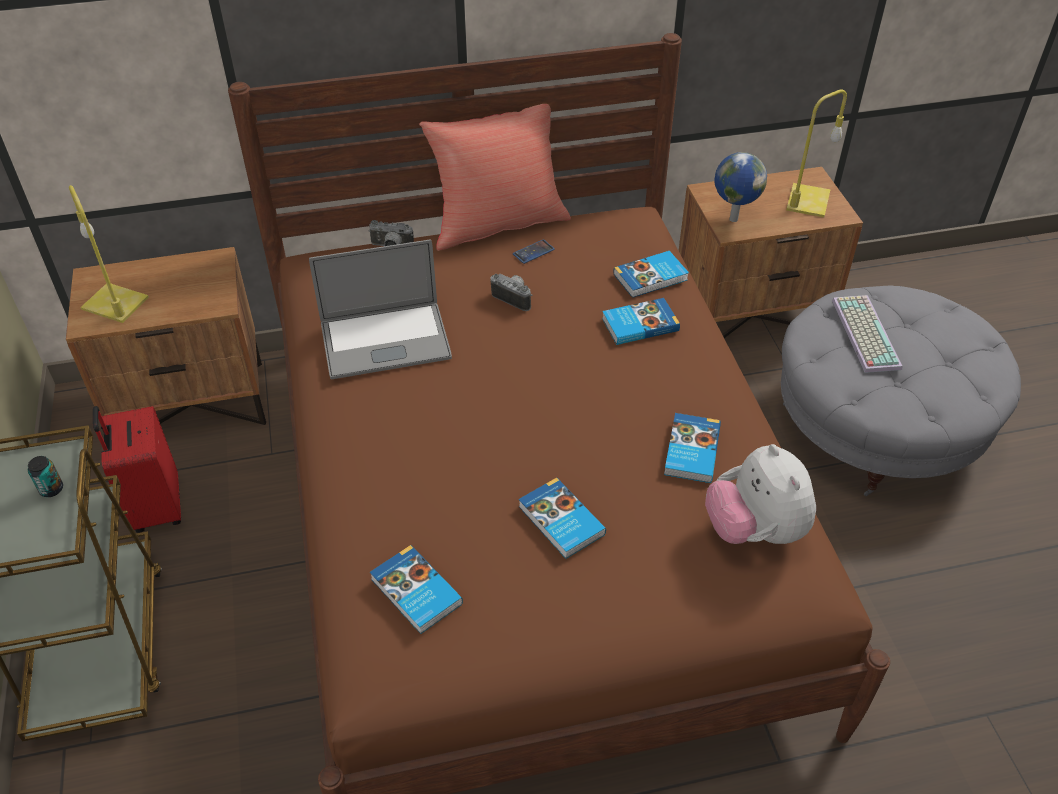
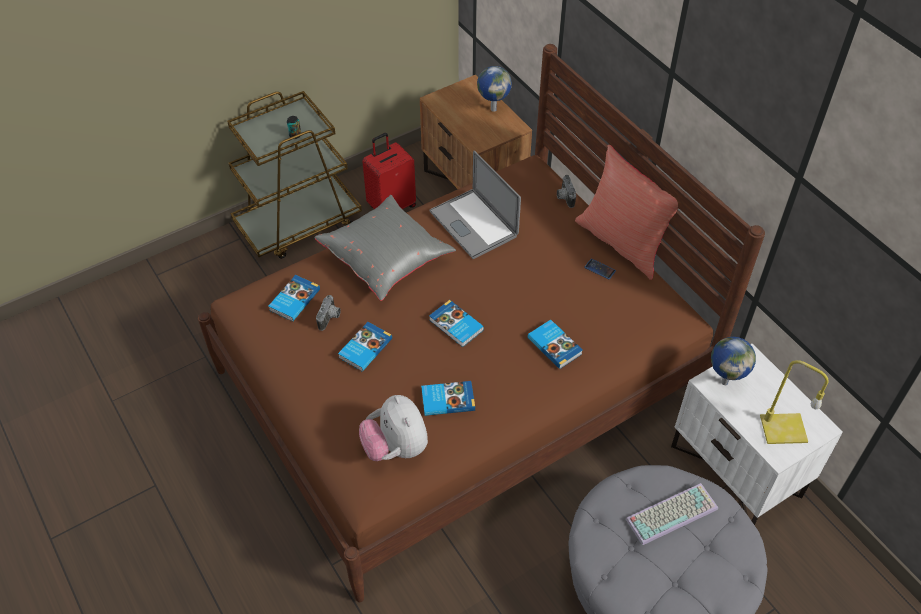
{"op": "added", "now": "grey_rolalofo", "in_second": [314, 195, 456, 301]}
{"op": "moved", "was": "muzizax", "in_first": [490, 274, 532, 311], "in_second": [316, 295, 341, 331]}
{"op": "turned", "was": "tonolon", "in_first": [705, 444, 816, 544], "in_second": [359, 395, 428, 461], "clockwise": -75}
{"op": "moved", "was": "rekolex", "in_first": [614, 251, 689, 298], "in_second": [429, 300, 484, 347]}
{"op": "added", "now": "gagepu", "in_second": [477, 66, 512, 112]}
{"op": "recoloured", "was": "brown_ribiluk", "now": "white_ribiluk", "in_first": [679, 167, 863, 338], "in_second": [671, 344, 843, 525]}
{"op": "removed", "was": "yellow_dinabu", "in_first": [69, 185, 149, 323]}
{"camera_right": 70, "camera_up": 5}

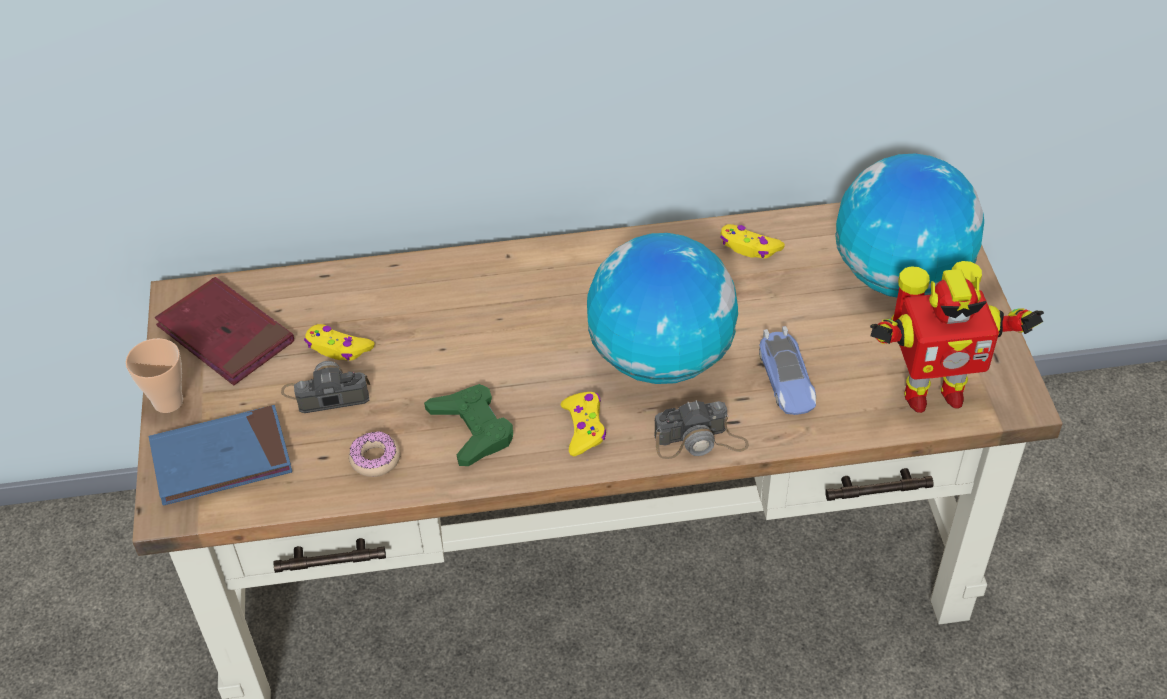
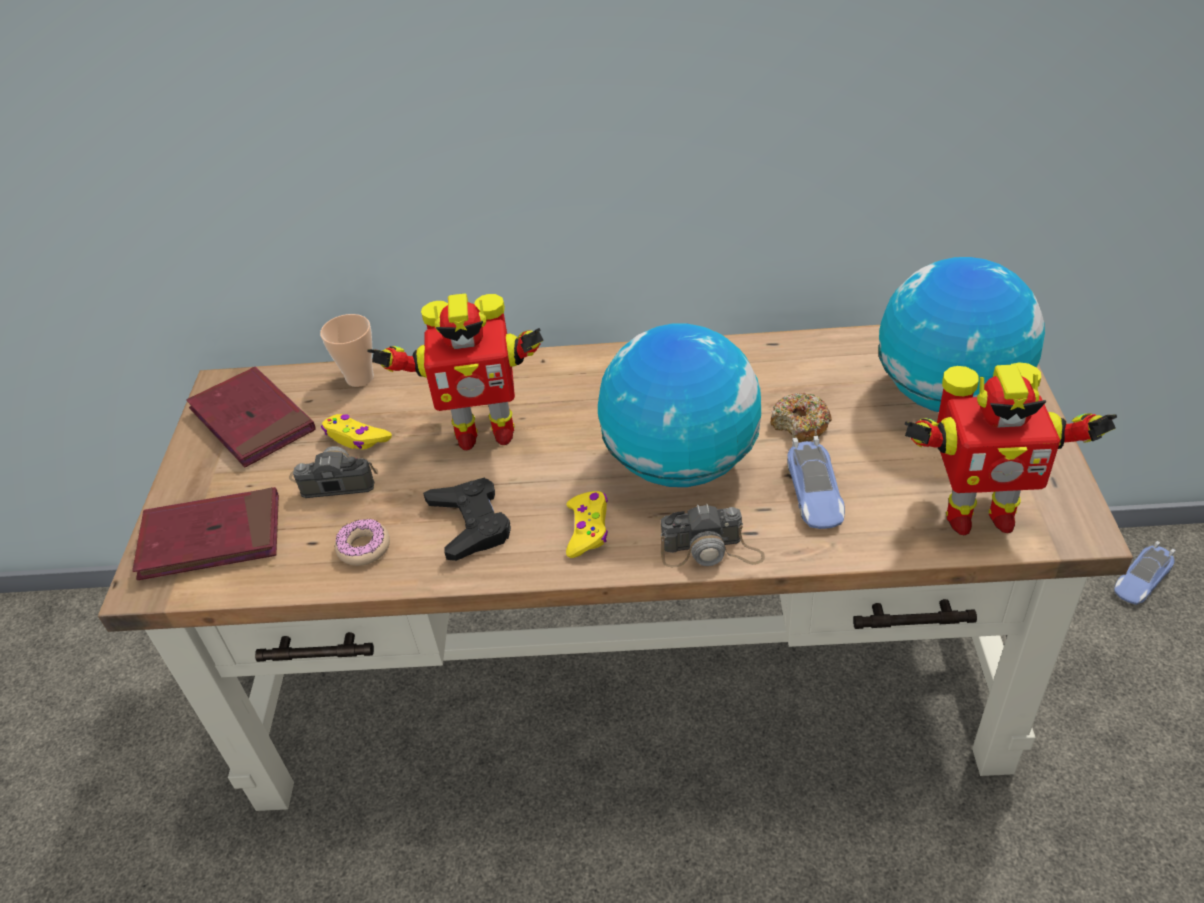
{"op": "recoloured", "was": "blue_rekolex", "now": "red_rekolex", "in_first": [149, 405, 292, 505], "in_second": [132, 487, 279, 580]}
{"op": "moved", "was": "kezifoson", "in_first": [125, 338, 183, 413], "in_second": [320, 314, 374, 387]}
{"op": "added", "now": "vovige", "in_second": [367, 293, 544, 450]}
{"op": "recoloured", "was": "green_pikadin", "now": "black_pikadin", "in_first": [424, 384, 513, 466], "in_second": [423, 478, 511, 561]}
{"op": "added", "now": "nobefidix", "in_second": [770, 393, 832, 442]}
{"op": "added", "now": "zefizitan", "in_second": [1114, 541, 1175, 605]}
{"op": "removed", "was": "yellow_pikadin", "in_first": [720, 224, 785, 258]}
{"camera_right": 10, "camera_up": -5}

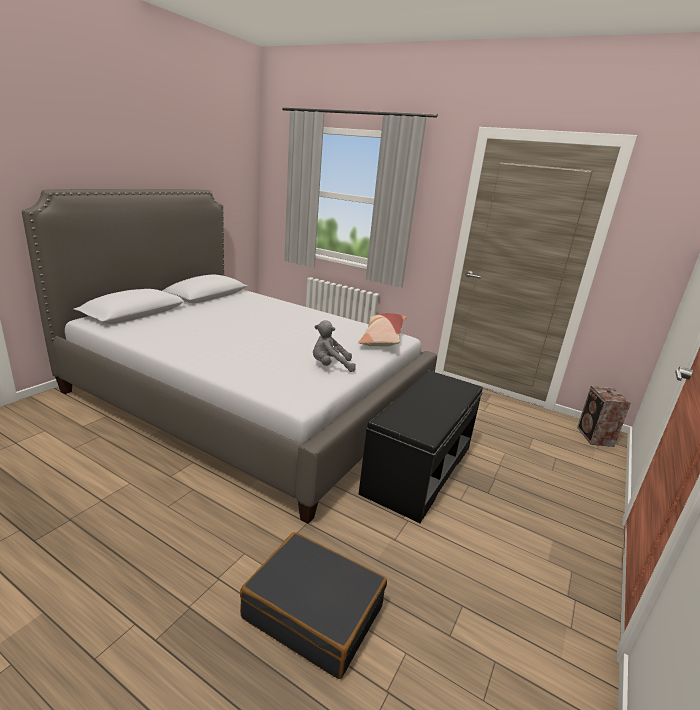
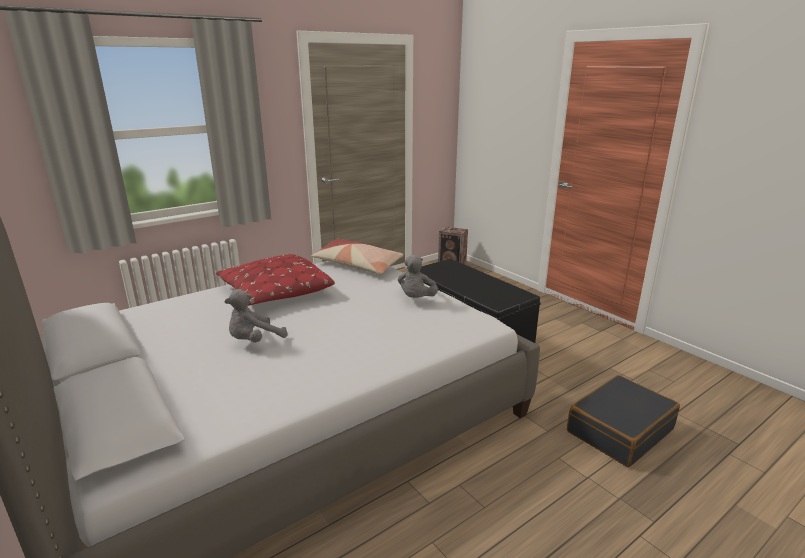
{"op": "added", "now": "red_rolalofo", "in_second": [216, 254, 335, 306]}
{"op": "added", "now": "grey_tonolon", "in_second": [225, 289, 288, 342]}
{"camera_right": -65, "camera_up": 0}

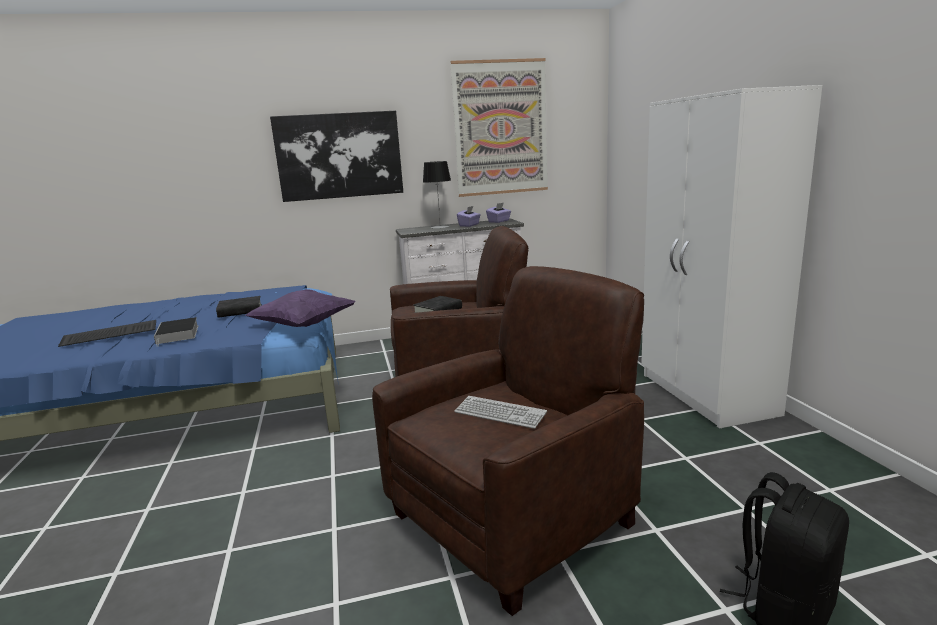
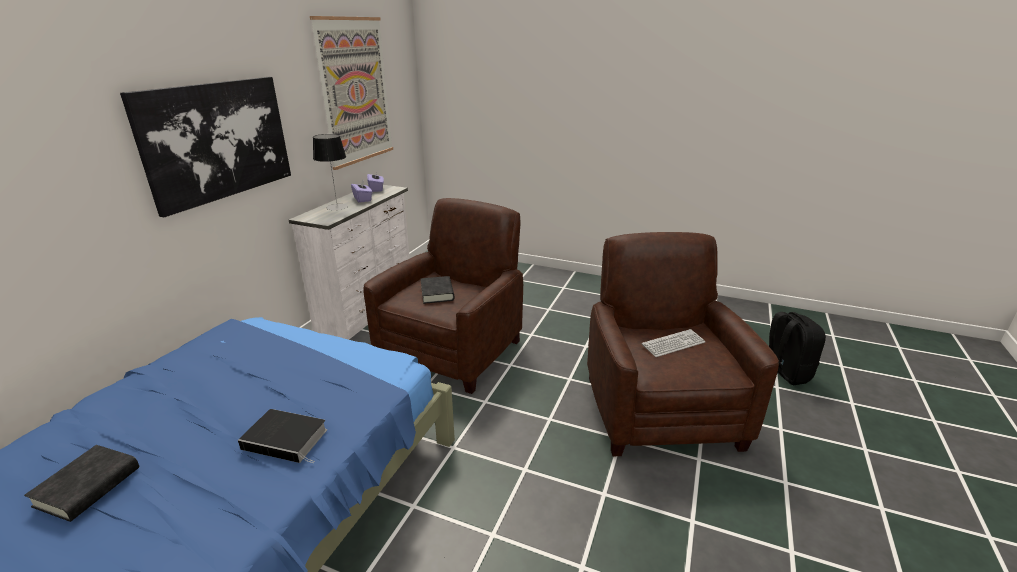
{"op": "moved", "was": "black_rekolex", "in_first": [216, 296, 262, 318], "in_second": [24, 445, 139, 522]}
{"op": "removed", "was": "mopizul", "in_first": [58, 320, 156, 347]}
{"op": "removed", "was": "purple_rolalofo", "in_first": [246, 289, 355, 327]}
{"op": "removed", "was": "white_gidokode", "in_first": [641, 85, 822, 428]}
{"camera_right": -55, "camera_up": 10}

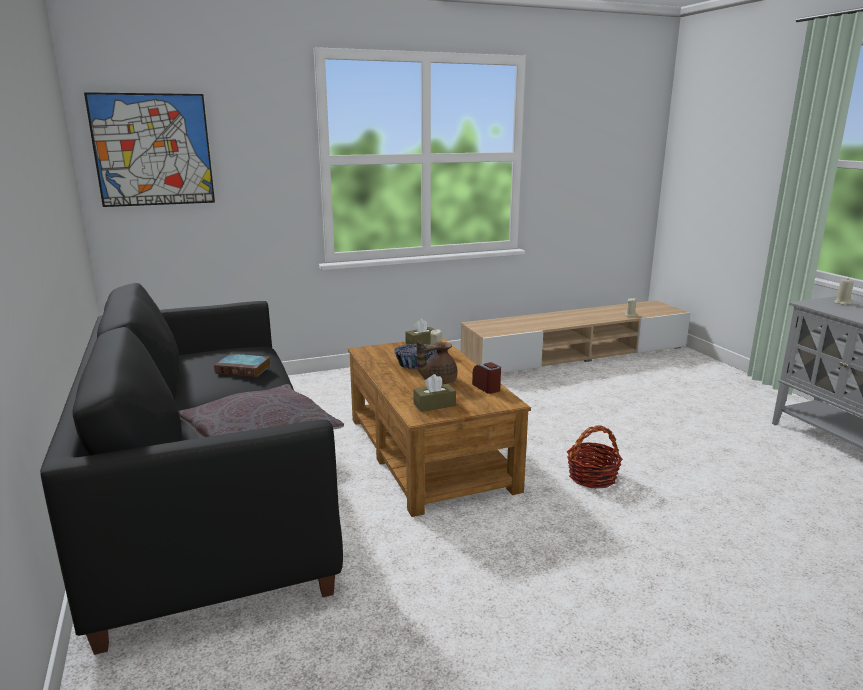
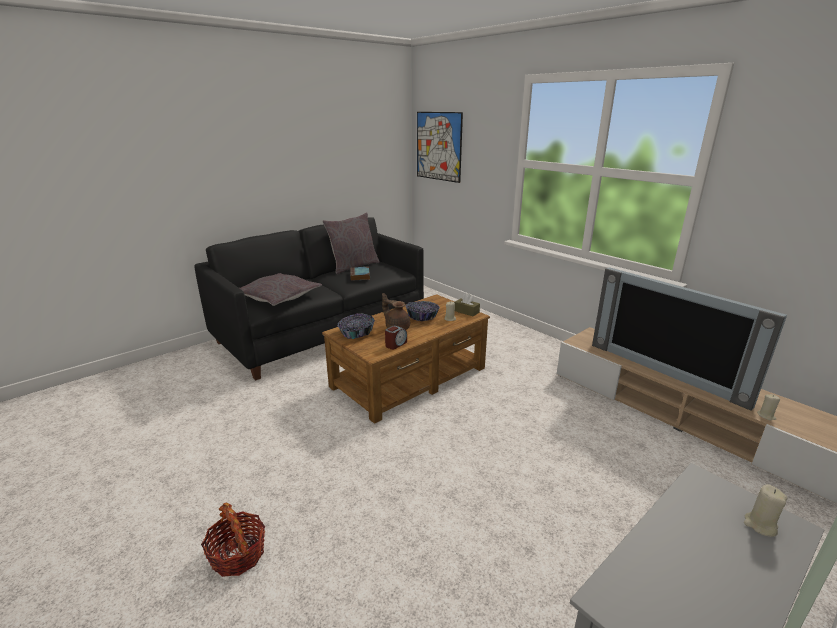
{"op": "moved", "was": "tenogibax", "in_first": [567, 425, 623, 488], "in_second": [201, 503, 265, 577]}
{"op": "added", "now": "grey_rolalofo", "in_second": [322, 212, 380, 274]}
{"op": "replaced", "was": "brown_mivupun", "now": "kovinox", "in_first": [414, 374, 456, 412], "in_second": [338, 314, 375, 339]}
{"op": "added", "now": "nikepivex", "in_second": [592, 267, 787, 410]}
{"camera_right": 70, "camera_up": 5}

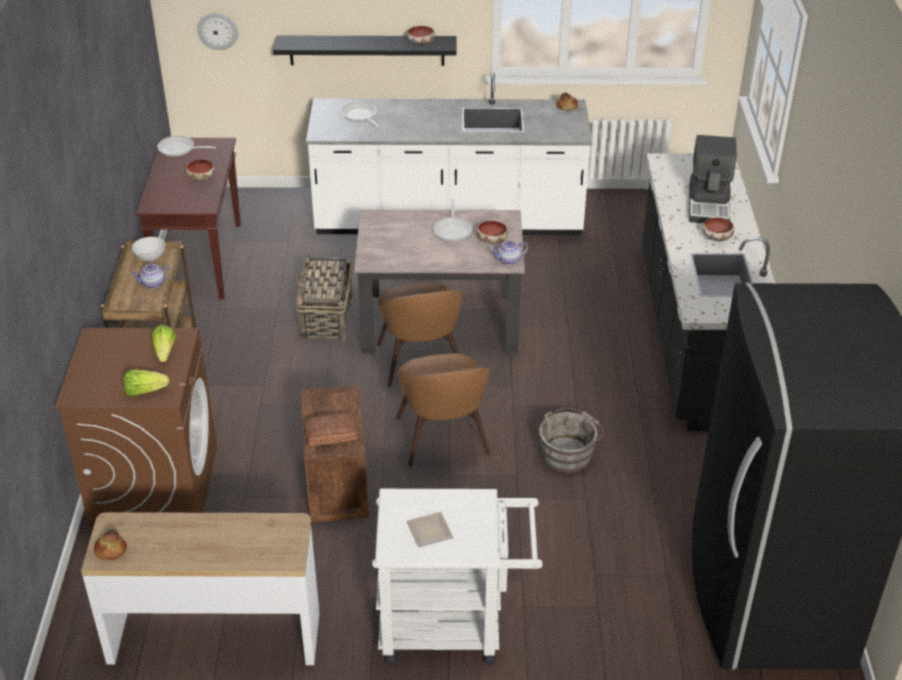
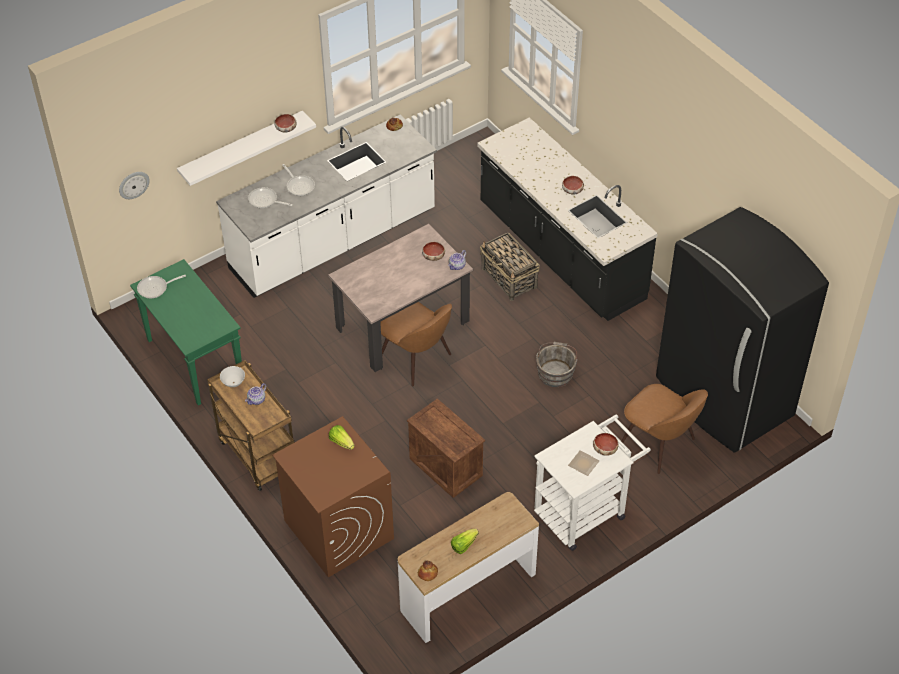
{"op": "recoloured", "was": "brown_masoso", "now": "green_masoso", "in_first": [136, 138, 241, 300], "in_second": [130, 259, 242, 406]}
{"op": "recoloured", "was": "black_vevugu", "now": "white_vevugu", "in_first": [273, 36, 457, 66], "in_second": [177, 111, 316, 186]}
{"op": "moved", "was": "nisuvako", "in_first": [433, 199, 472, 241], "in_second": [282, 164, 315, 196]}
{"op": "moved", "was": "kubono", "in_first": [123, 369, 169, 396], "in_second": [451, 529, 479, 554]}
{"op": "moved", "was": "tenogibax", "in_first": [295, 253, 352, 341], "in_second": [480, 232, 539, 301]}
{"op": "moved", "was": "kovinox", "in_first": [185, 159, 214, 181], "in_second": [593, 433, 619, 456]}
{"op": "moved", "was": "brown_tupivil", "in_first": [396, 353, 490, 467], "in_second": [621, 384, 708, 474]}
{"op": "removed", "was": "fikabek", "in_first": [305, 413, 358, 446]}
{"op": "removed", "was": "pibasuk", "in_first": [689, 135, 737, 223]}
{"camera_right": -35, "camera_up": 10}

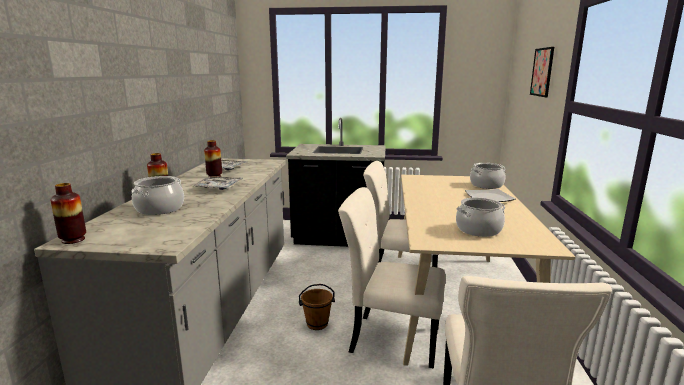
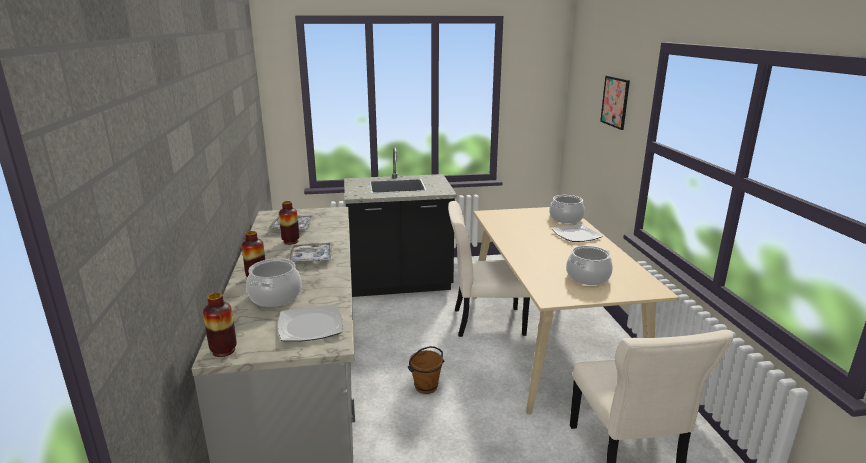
{"op": "added", "now": "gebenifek", "in_second": [278, 304, 343, 342]}
{"op": "removed", "was": "beige_tupivil", "in_first": [338, 187, 445, 369]}
{"camera_right": -15, "camera_up": 5}

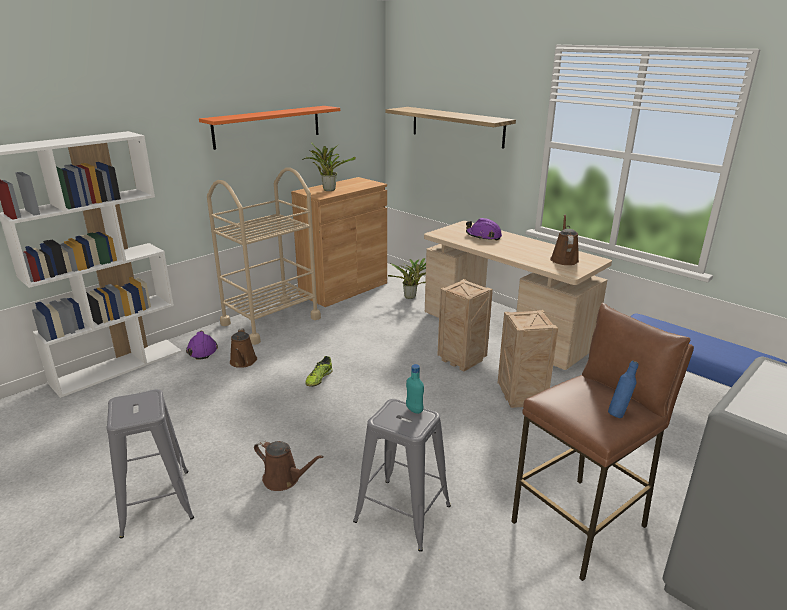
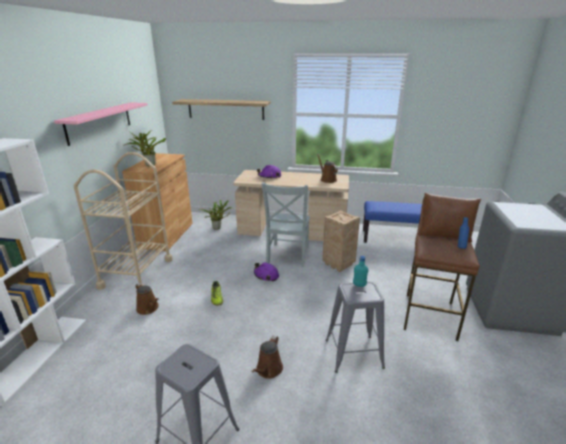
{"op": "recoloured", "was": "orange_vevugu", "now": "pink_vevugu", "in_first": [199, 106, 340, 150], "in_second": [54, 102, 148, 146]}
{"op": "turned", "was": "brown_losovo", "in_first": [254, 440, 324, 491], "in_second": [251, 335, 283, 379], "clockwise": 120}
{"op": "moved", "was": "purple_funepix", "in_first": [186, 331, 218, 359], "in_second": [254, 262, 279, 281]}
{"op": "replaced", "was": "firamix", "now": "grey_tupivil", "in_first": [437, 279, 493, 371], "in_second": [261, 182, 310, 267]}
{"camera_right": -35, "camera_up": 0}

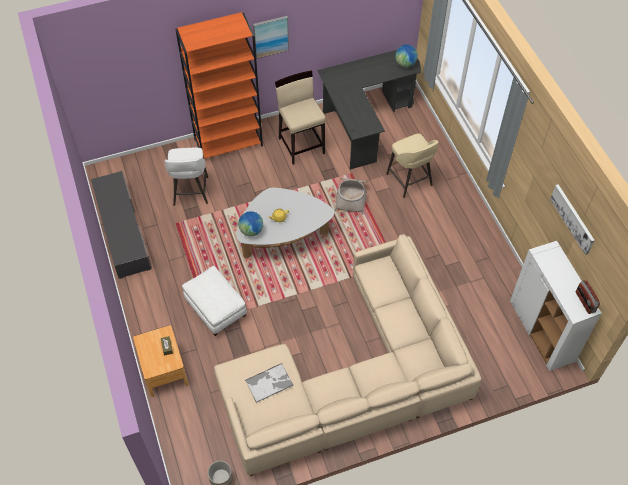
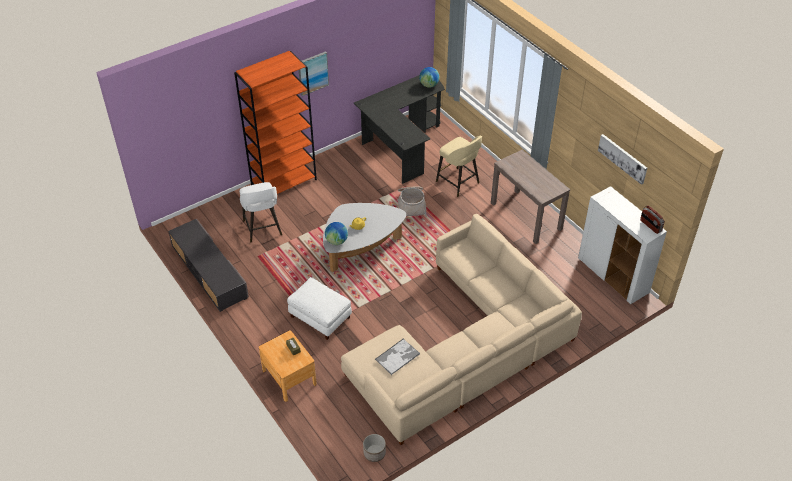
{"op": "added", "now": "brown_masoso", "in_second": [491, 150, 570, 244]}
{"op": "removed", "was": "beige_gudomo", "in_first": [275, 71, 326, 165]}
{"camera_right": -15, "camera_up": -10}

